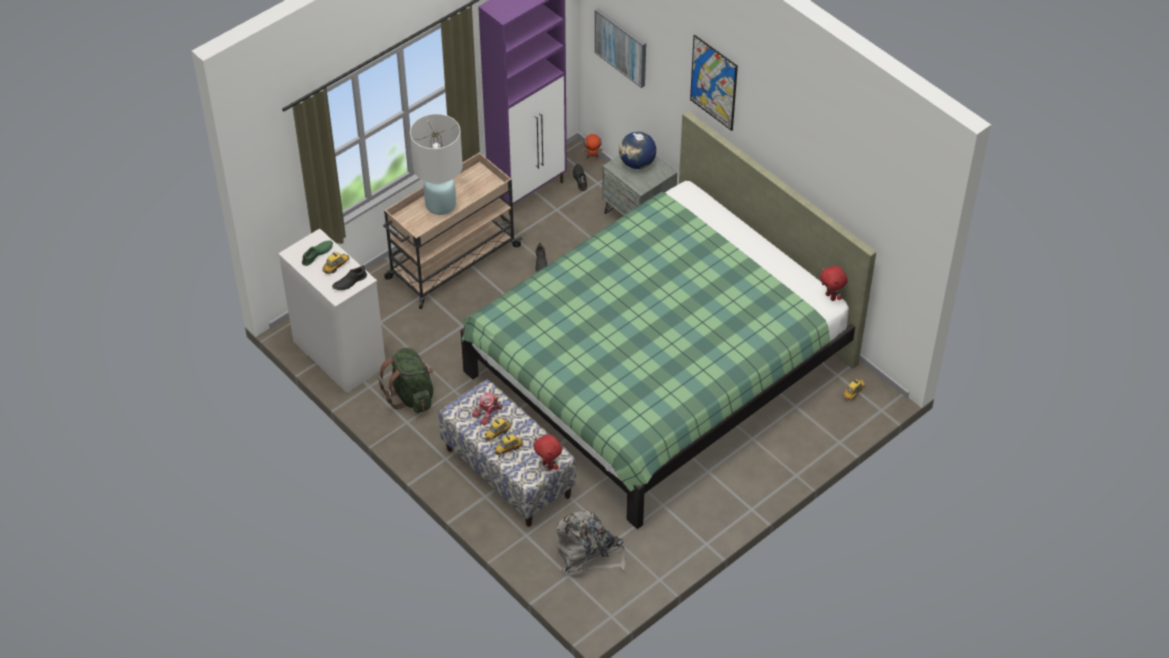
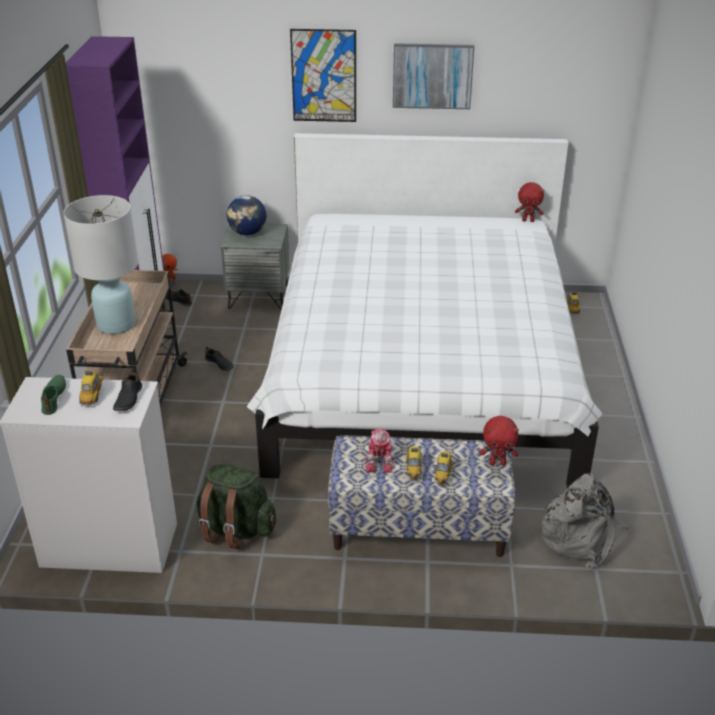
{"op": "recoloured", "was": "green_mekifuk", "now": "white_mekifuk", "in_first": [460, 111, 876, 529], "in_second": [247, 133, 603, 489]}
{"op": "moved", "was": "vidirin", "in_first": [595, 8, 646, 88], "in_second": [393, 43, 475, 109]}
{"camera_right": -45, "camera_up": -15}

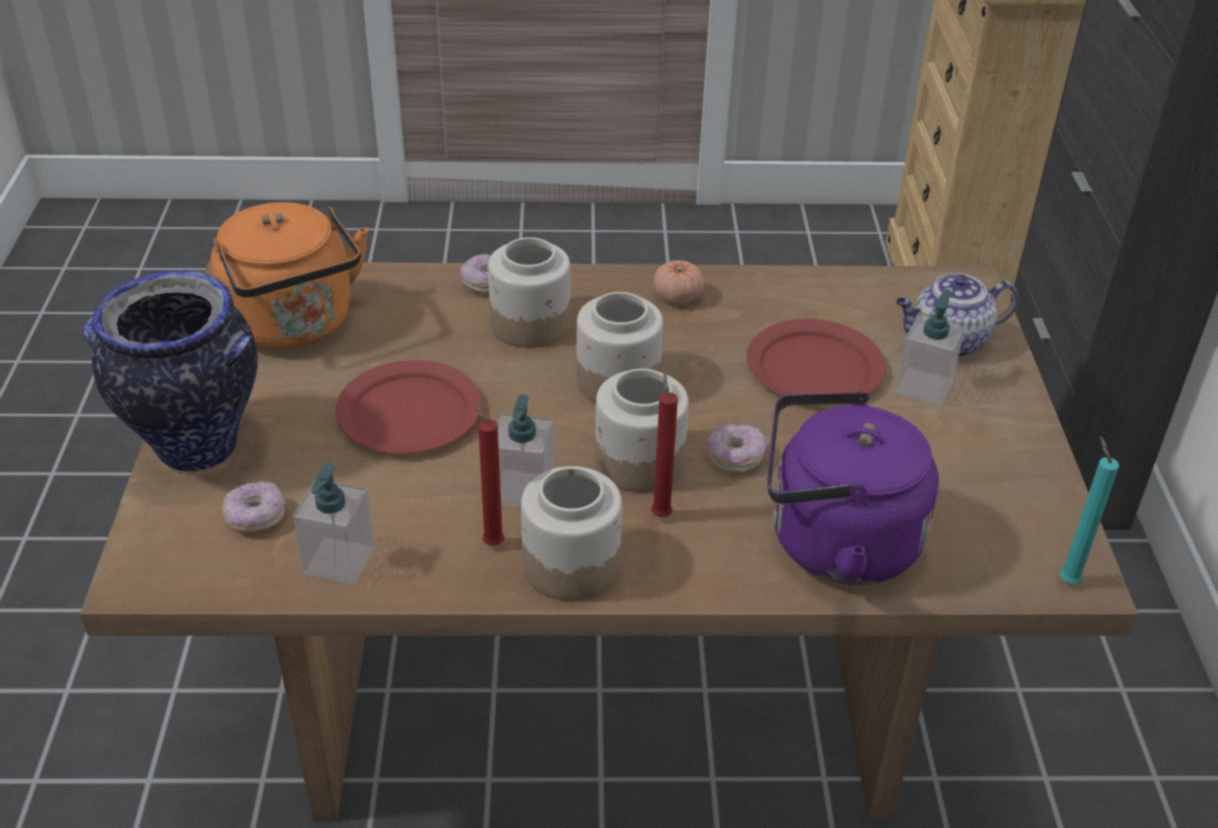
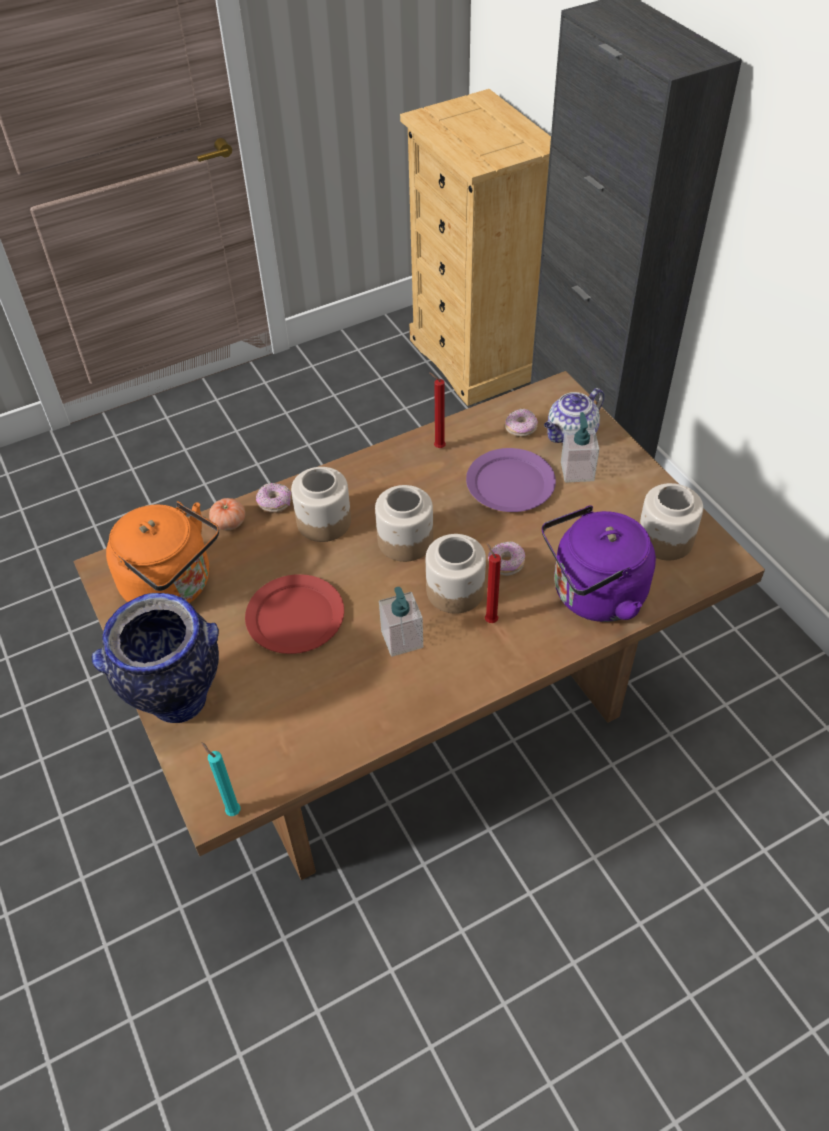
{"op": "moved", "was": "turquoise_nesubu", "in_first": [1060, 436, 1119, 584], "in_second": [202, 742, 241, 816]}
{"op": "moved", "was": "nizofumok", "in_first": [653, 260, 704, 304], "in_second": [209, 498, 245, 531]}
{"op": "moved", "was": "red_nesubu", "in_first": [473, 401, 505, 546], "in_second": [429, 372, 446, 448]}
{"op": "recoloured", "was": "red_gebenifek", "now": "purple_gebenifek", "in_first": [747, 319, 886, 396], "in_second": [466, 448, 556, 512]}
{"op": "moved", "was": "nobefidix", "in_first": [222, 481, 287, 532], "in_second": [505, 408, 538, 437]}
{"op": "moved", "was": "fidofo", "in_first": [521, 466, 622, 601], "in_second": [640, 483, 703, 560]}
{"op": "removed", "was": "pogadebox", "in_first": [293, 462, 375, 585]}
{"camera_right": -25, "camera_up": 10}

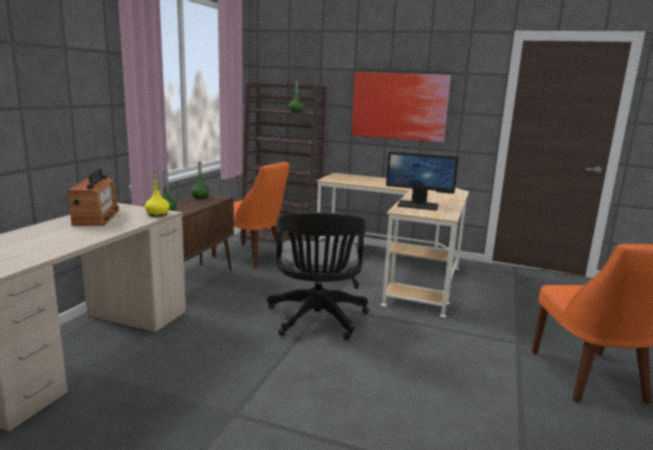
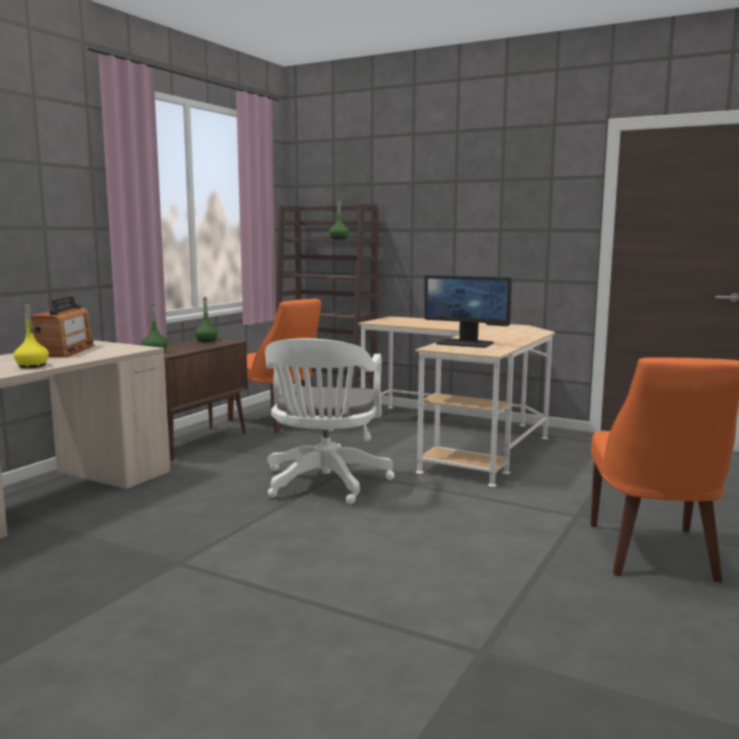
{"op": "moved", "was": "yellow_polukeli", "in_first": [144, 169, 170, 217], "in_second": [14, 305, 49, 368]}
{"op": "recoloured", "was": "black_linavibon", "now": "white_linavibon", "in_first": [267, 212, 369, 340], "in_second": [265, 338, 395, 504]}
{"op": "removed", "was": "vidirin", "in_first": [351, 72, 451, 142]}
{"camera_right": 10, "camera_up": -5}

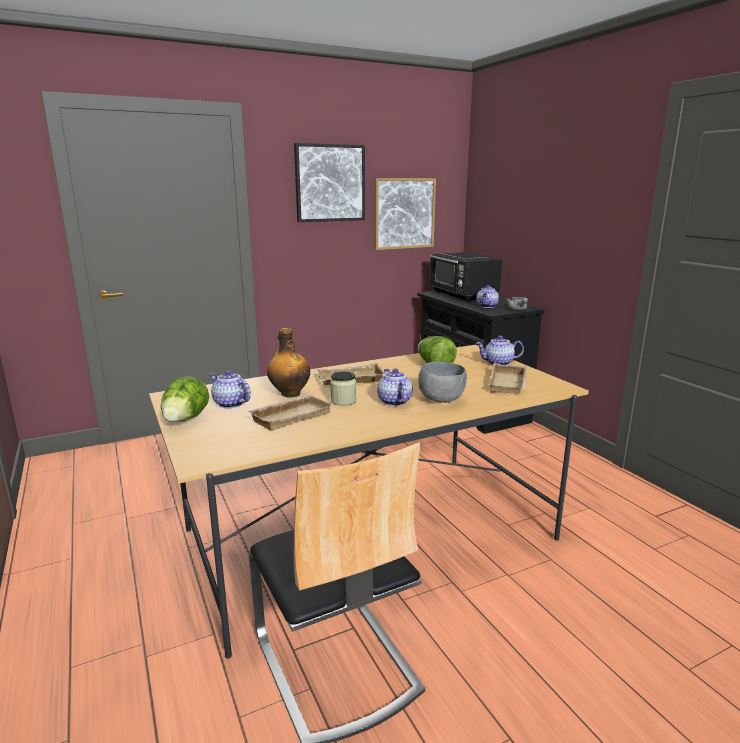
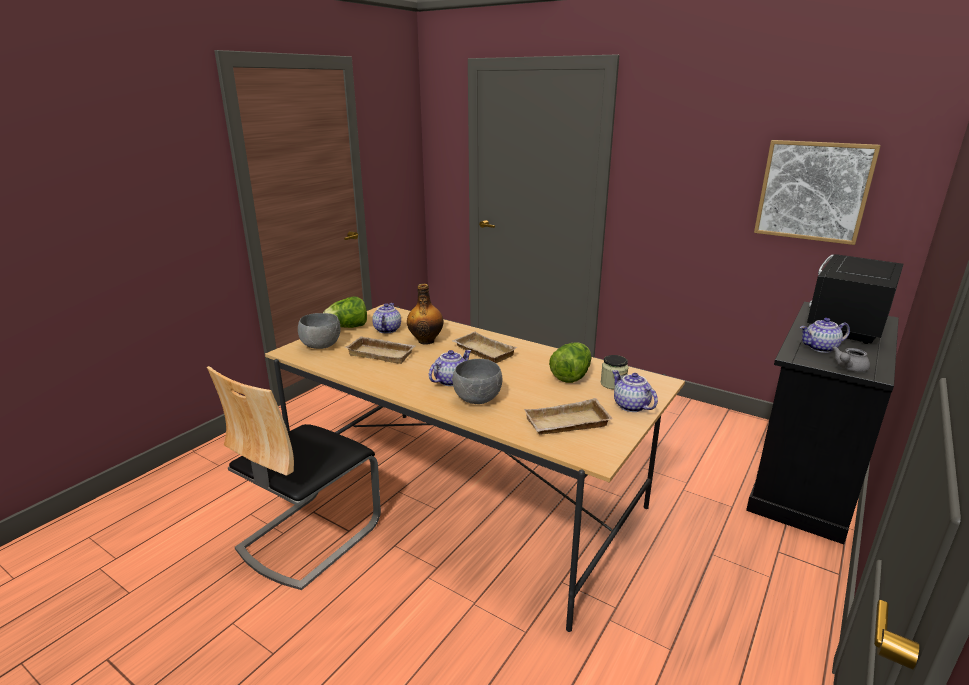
{"op": "added", "now": "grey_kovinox", "in_second": [298, 313, 341, 349]}
{"op": "moved", "was": "fidofo", "in_first": [330, 371, 356, 405], "in_second": [601, 355, 628, 390]}
{"op": "removed", "was": "vidirin", "in_first": [294, 143, 365, 222]}
{"camera_right": 60, "camera_up": 5}

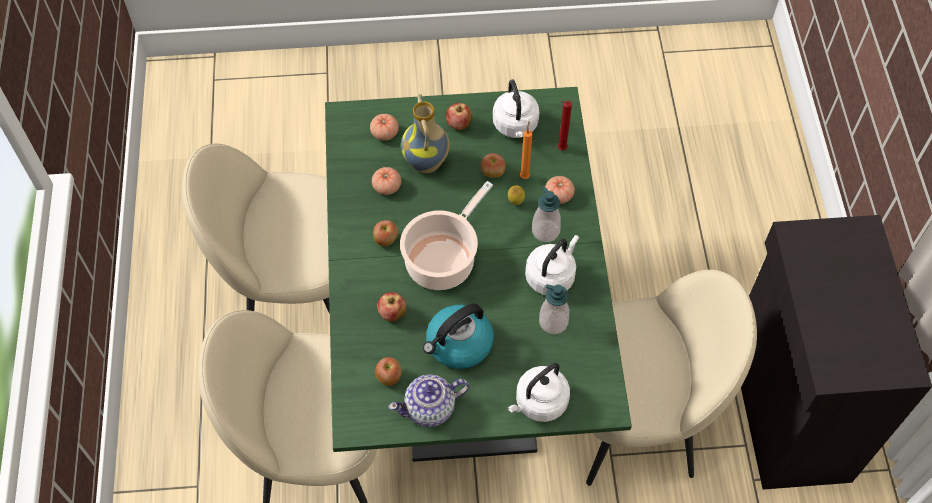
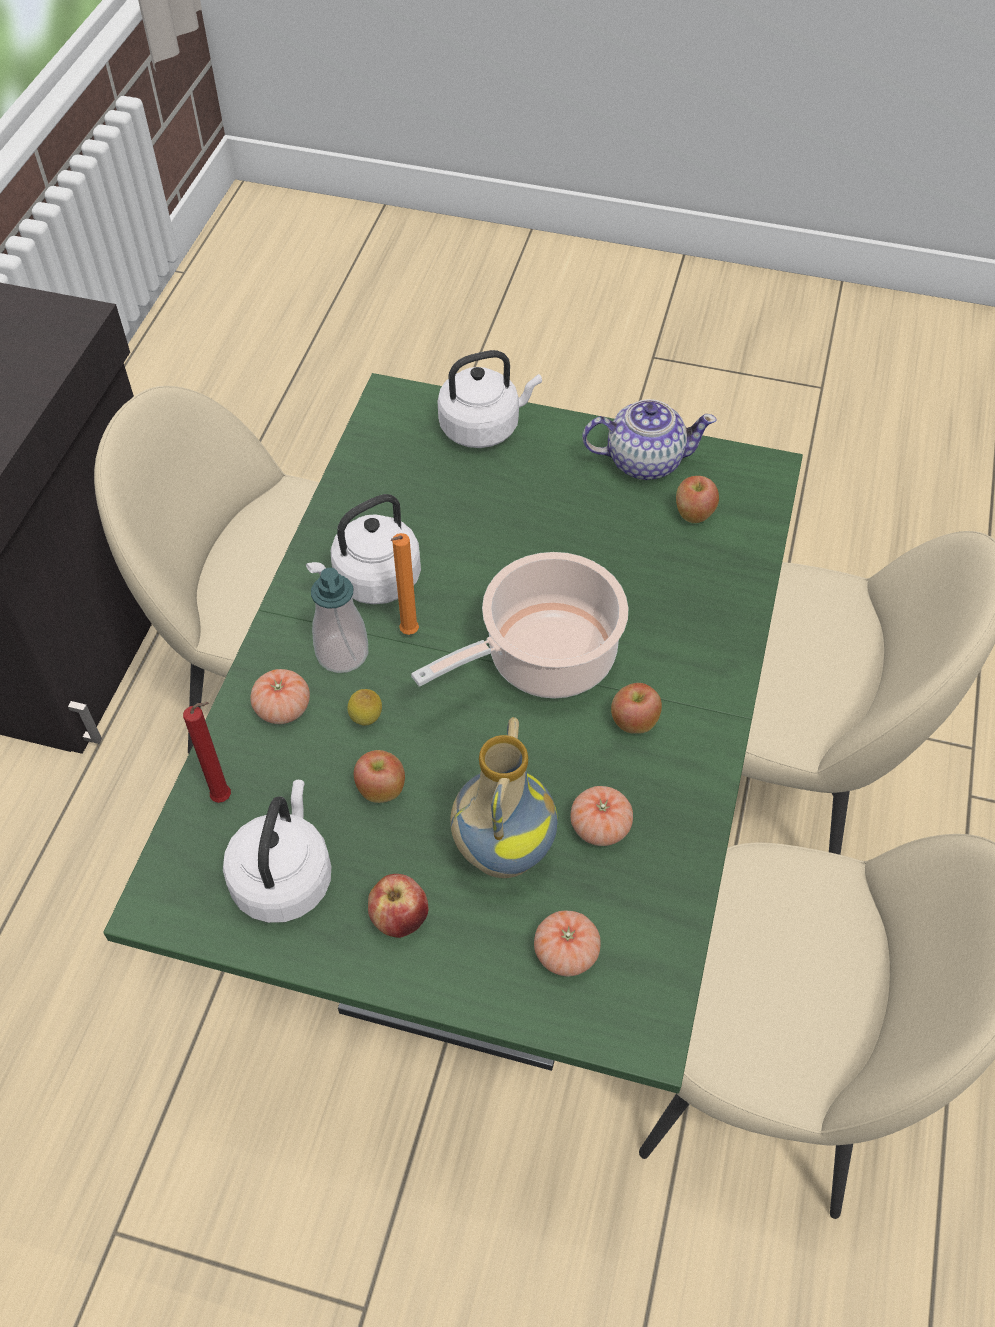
{"op": "moved", "was": "orange_nesubu", "in_first": [520, 121, 532, 179], "in_second": [391, 533, 419, 635]}
{"op": "removed", "was": "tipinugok", "in_first": [377, 292, 406, 322]}
{"op": "removed", "was": "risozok", "in_first": [423, 304, 494, 369]}
{"op": "removed", "was": "pogadebox", "in_first": [539, 284, 569, 334]}
{"camera_right": -160, "camera_up": -5}

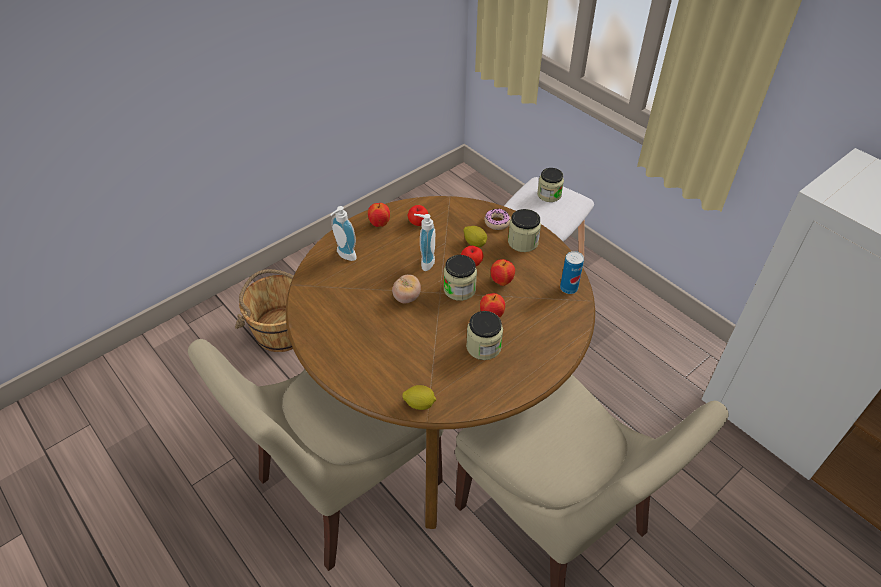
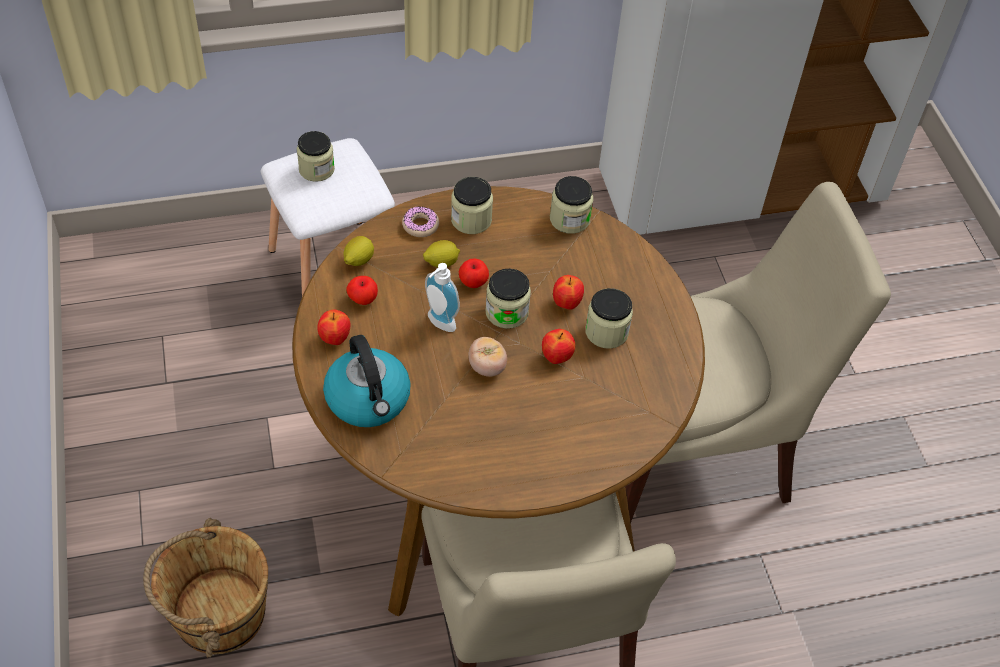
{"op": "replaced", "was": "pogadebox", "now": "risozok", "in_first": [330, 206, 357, 261], "in_second": [323, 335, 411, 427]}
{"op": "moved", "was": "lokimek", "in_first": [402, 385, 436, 410], "in_second": [344, 236, 374, 266]}
{"op": "moved", "was": "tipinugok", "in_first": [491, 259, 515, 286], "in_second": [542, 329, 575, 364]}
{"op": "replaced", "was": "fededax", "now": "fidofo", "in_first": [560, 251, 584, 294], "in_second": [550, 176, 593, 234]}
{"camera_right": -65, "camera_up": 5}

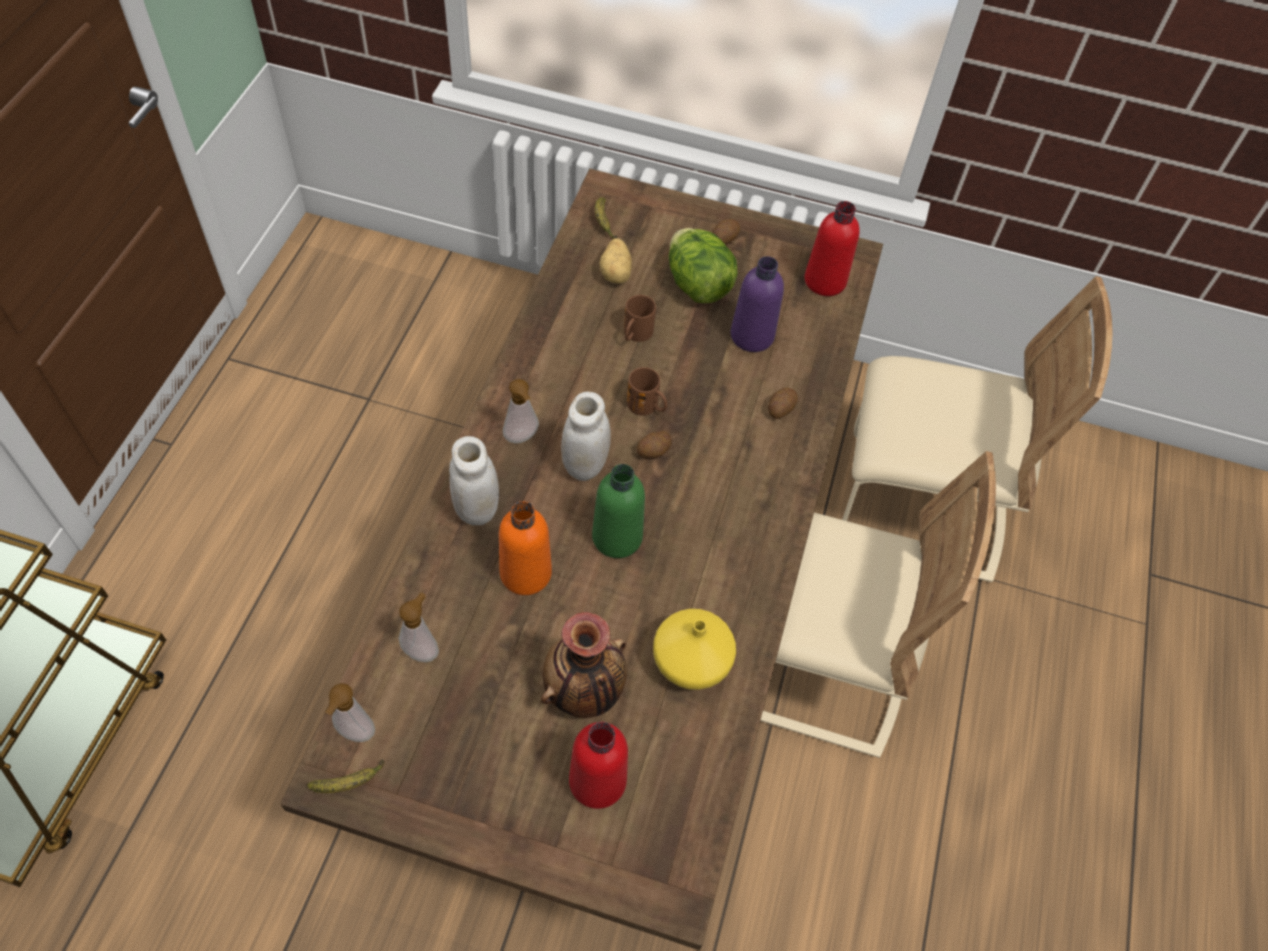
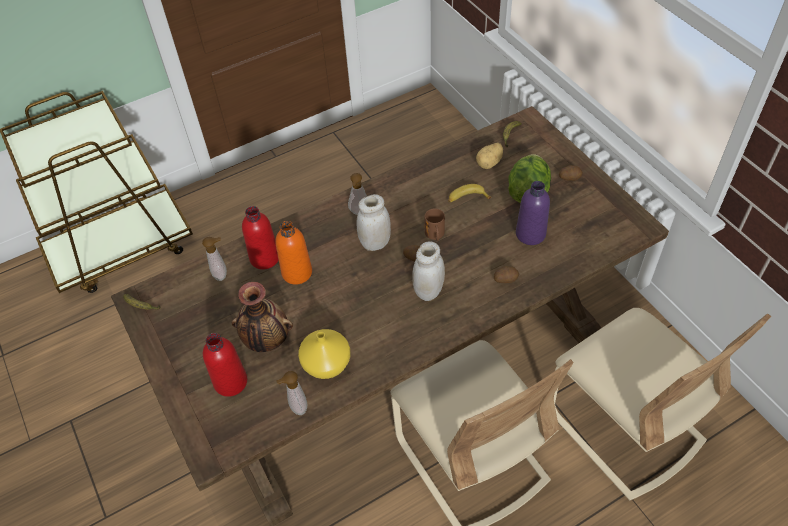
{"op": "moved", "was": "red_polukeli", "in_first": [805, 201, 860, 296], "in_second": [242, 206, 279, 270]}
{"op": "moved", "was": "pogadebox", "in_first": [325, 683, 375, 742], "in_second": [276, 371, 307, 415]}
{"op": "moved", "was": "white_fidofo", "in_first": [449, 436, 499, 525], "in_second": [412, 241, 445, 301]}
{"op": "replaced", "was": "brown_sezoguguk", "now": "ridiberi", "in_first": [624, 295, 656, 342], "in_second": [448, 184, 491, 203]}
{"op": "removed", "was": "green_polukeli", "in_first": [592, 464, 645, 558]}
{"camera_right": 50, "camera_up": -5}

